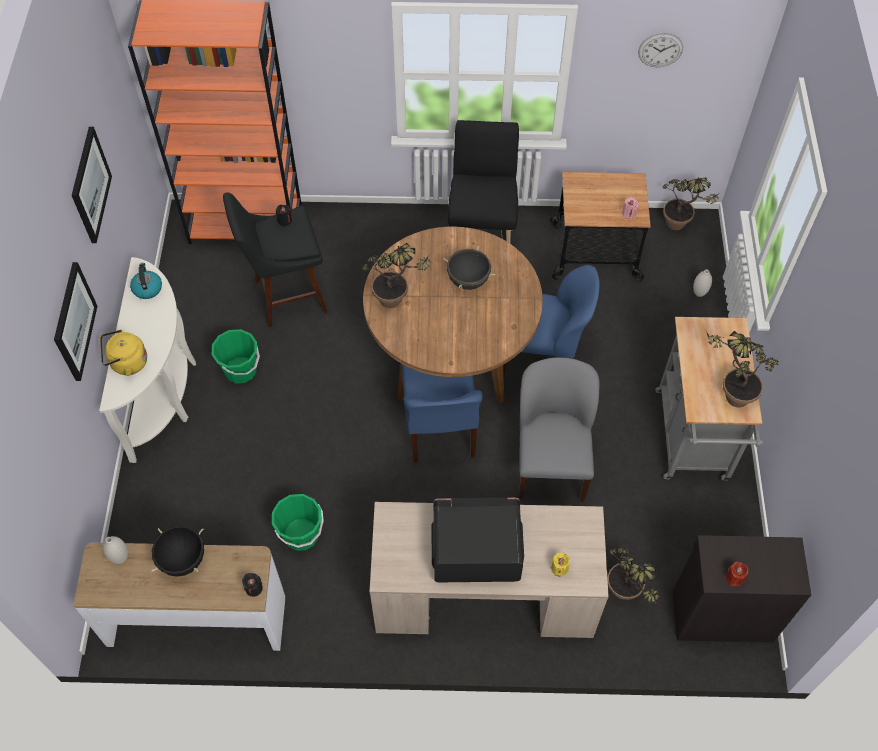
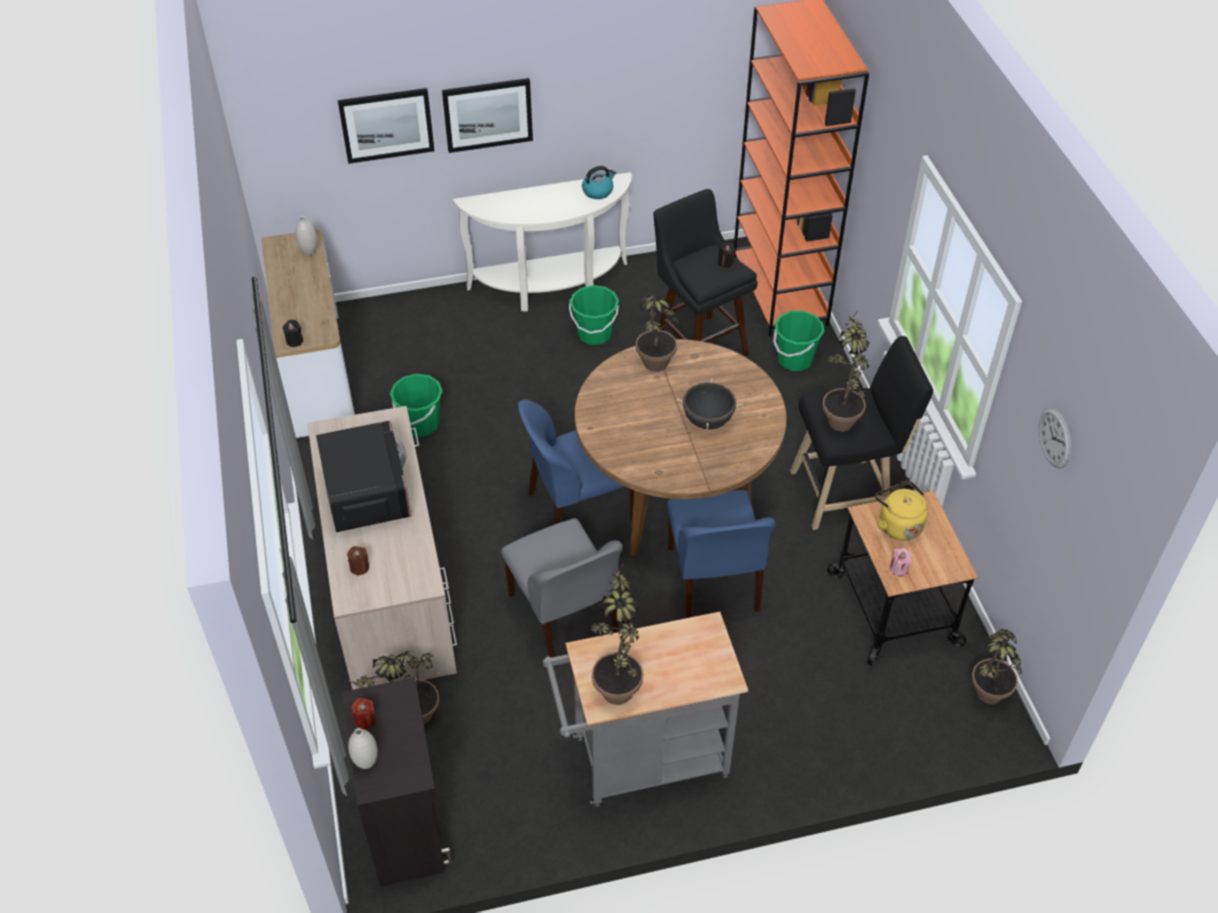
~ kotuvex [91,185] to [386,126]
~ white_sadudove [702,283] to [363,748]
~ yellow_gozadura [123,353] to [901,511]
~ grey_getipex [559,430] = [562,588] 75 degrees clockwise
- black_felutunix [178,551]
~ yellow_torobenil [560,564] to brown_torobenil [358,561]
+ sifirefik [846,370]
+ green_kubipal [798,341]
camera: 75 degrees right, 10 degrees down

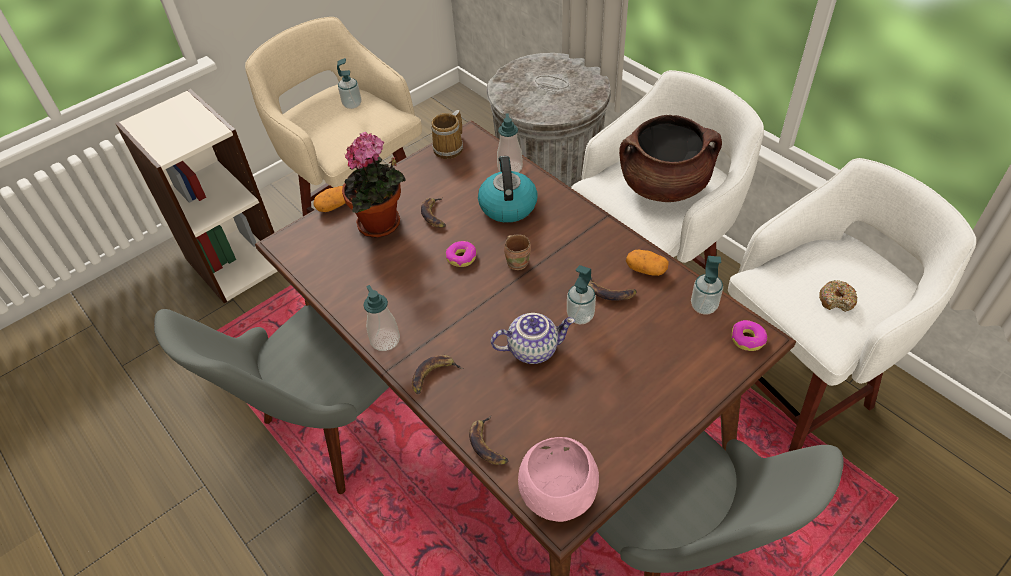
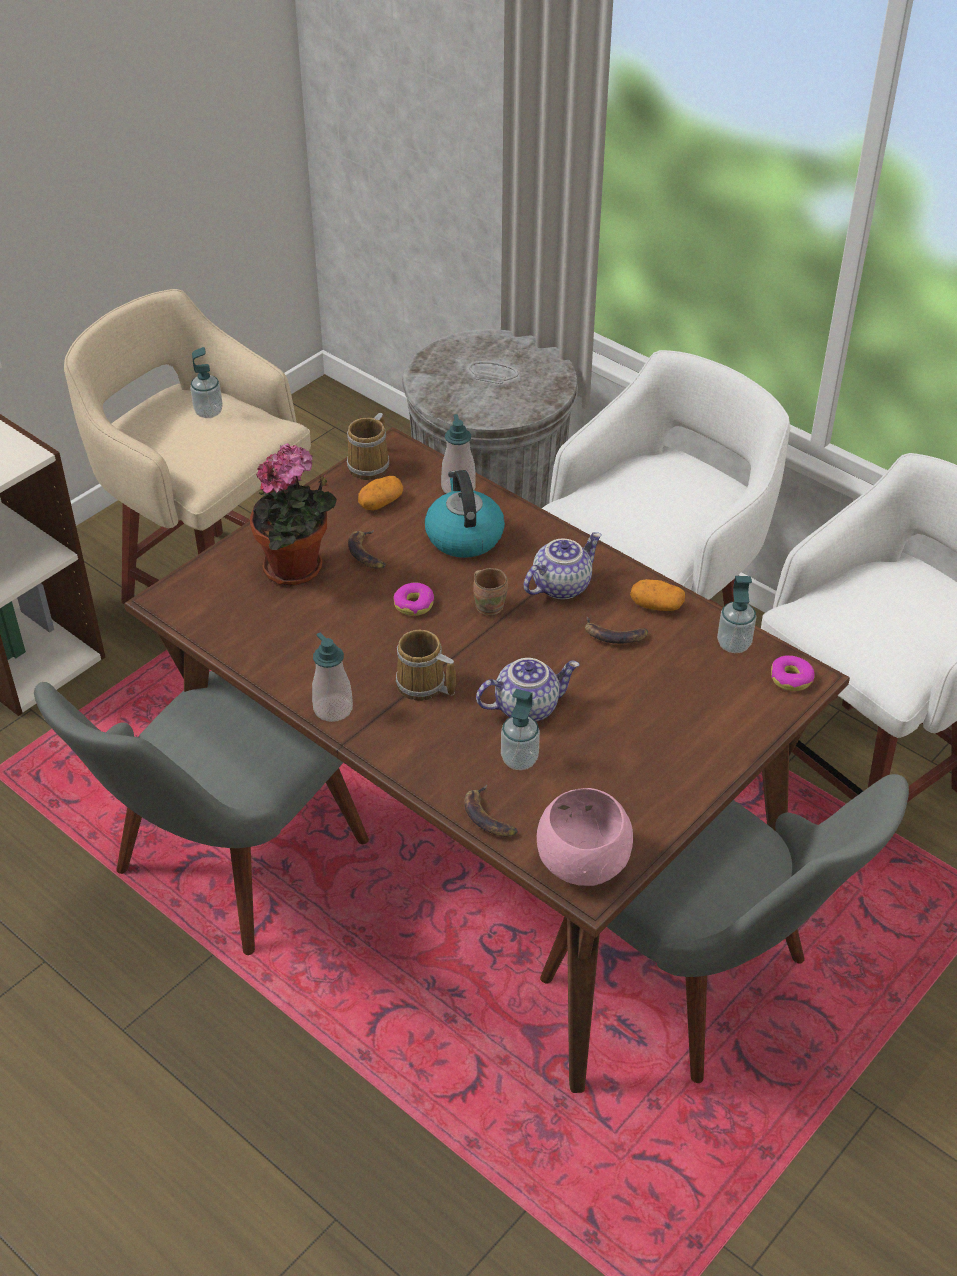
- brown_felutunix [670,158]
~ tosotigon [329,199] to [380,493]
~ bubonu [581,295] to [520,729]
- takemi [838,296]
- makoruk [438,374]
+ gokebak [563,565]
+ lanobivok [426,665]
camera: 10 degrees left, 5 degrees down

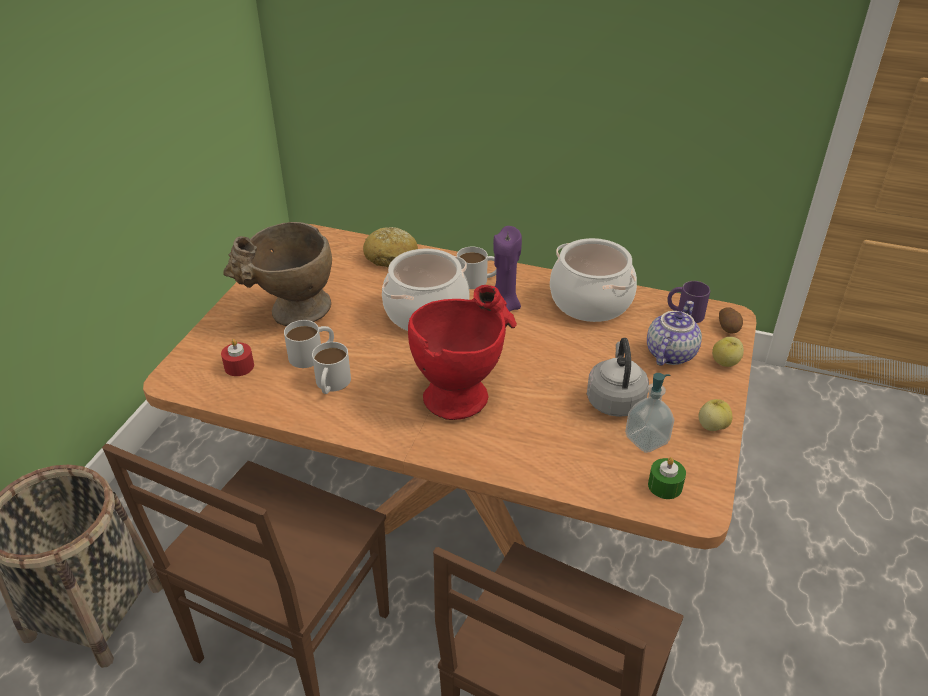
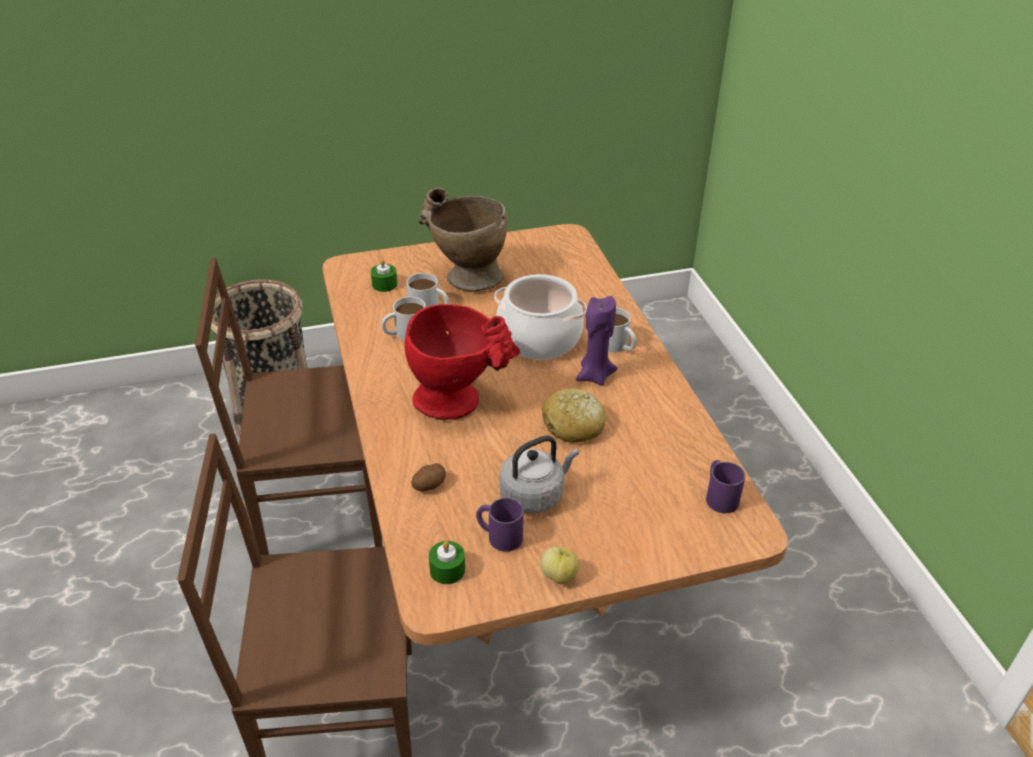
~ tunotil [390,247] to [574,415]
- felutunix [593,280]
- gokebak [674,333]
~ tosotigon [731,320] to [428,477]
- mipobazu [728,352]
~ red_torobenil [237,357] to green_torobenil [384,275]
~ bubonu [649,413] to purple_lanobivok [500,524]
camera: 55 degrees right, 0 degrees up

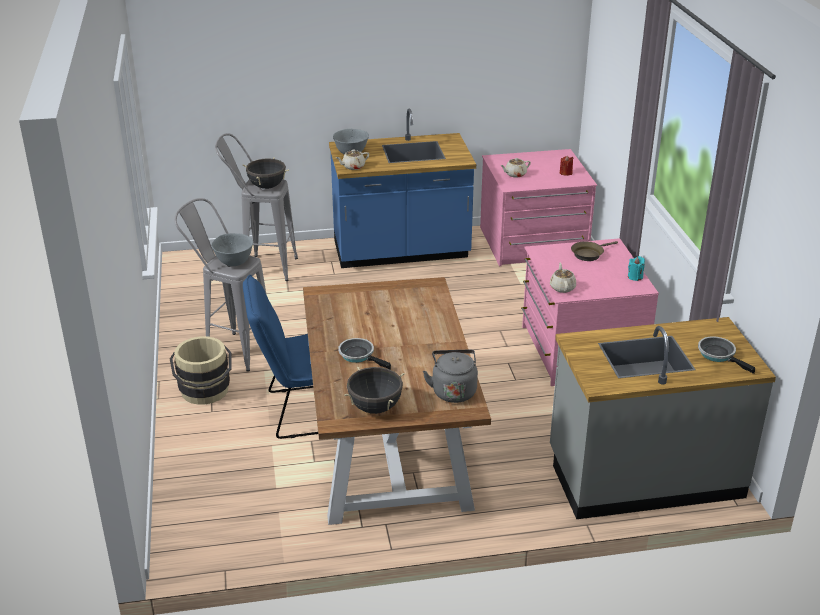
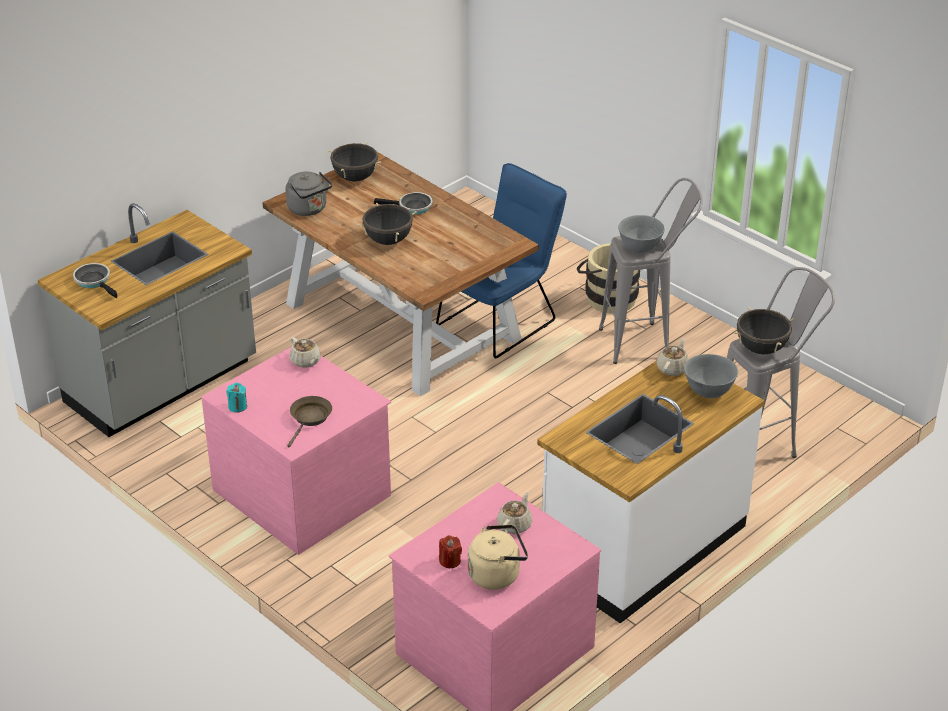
~ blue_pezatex [402,188] to white_pezatex [650,492]
~ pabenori [726,355] = [95,280] 150 degrees counterclockwise
+ black_felutunix [387,224]
+ beige_gozadura [498,557]
camera: 145 degrees right, 5 degrees up

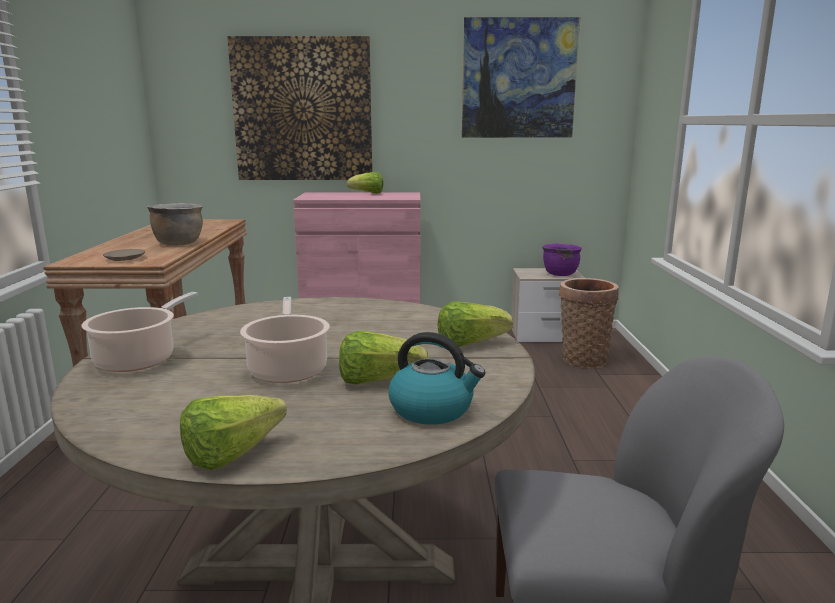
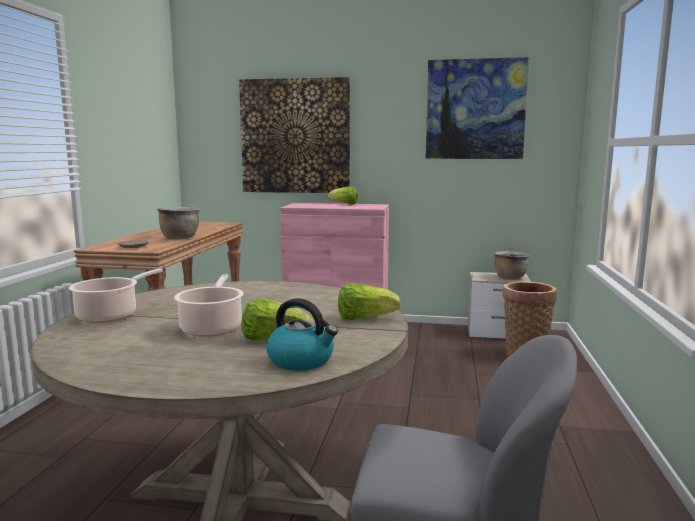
~ purple_felutunix [562,260] to brown_felutunix [512,265]
- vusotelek [233,432]
camera: 10 degrees right, 5 degrees down

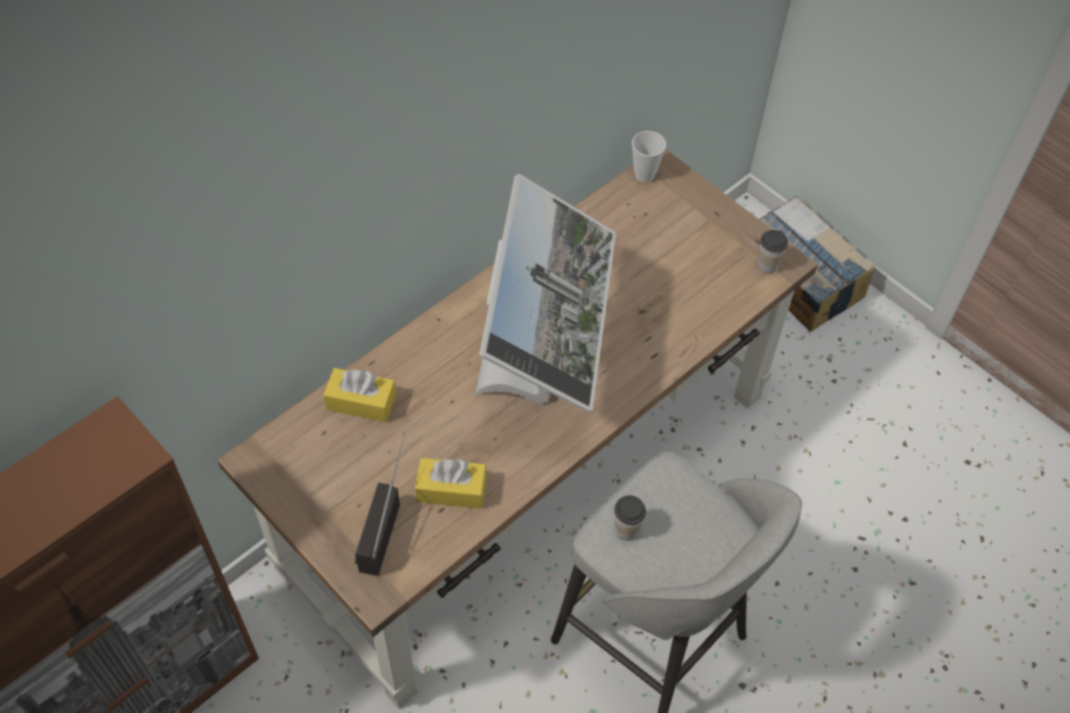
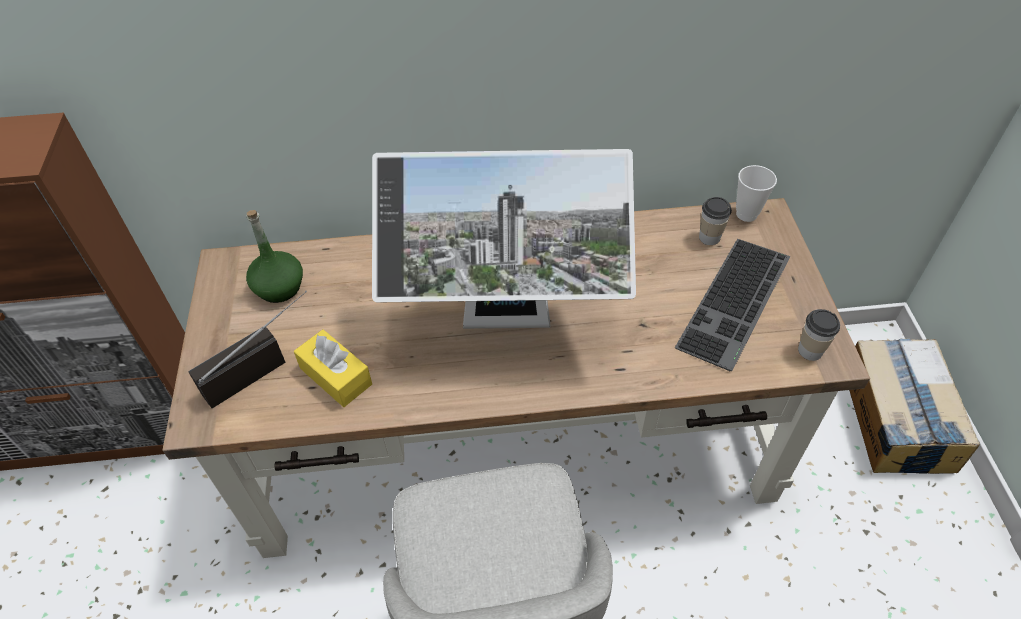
~ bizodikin [545,293] = [504,239] 45 degrees clockwise
- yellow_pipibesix [359,395]
~ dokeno [630,518] to [715,221]
+ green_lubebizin [274,256]
+ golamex [732,305]
camera: 40 degrees right, 5 degrees down

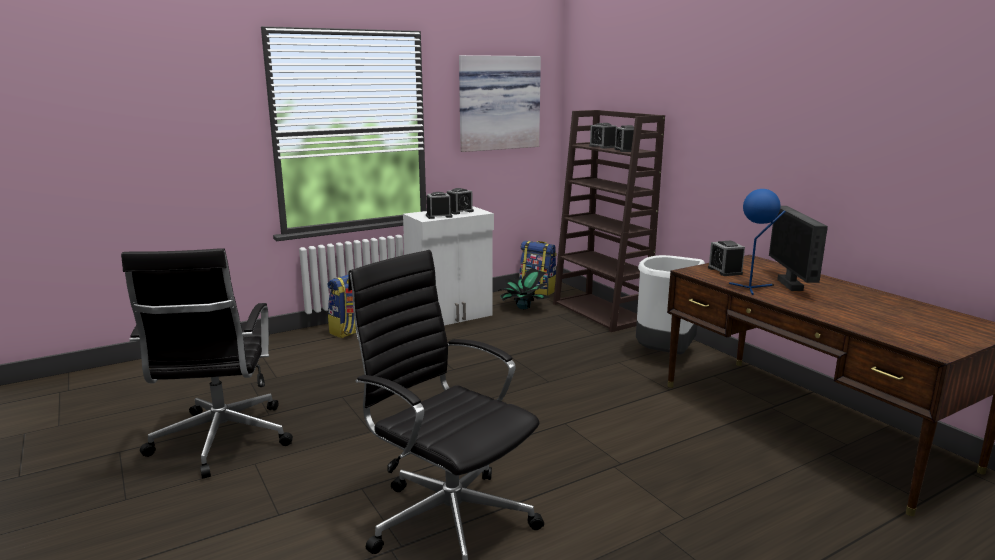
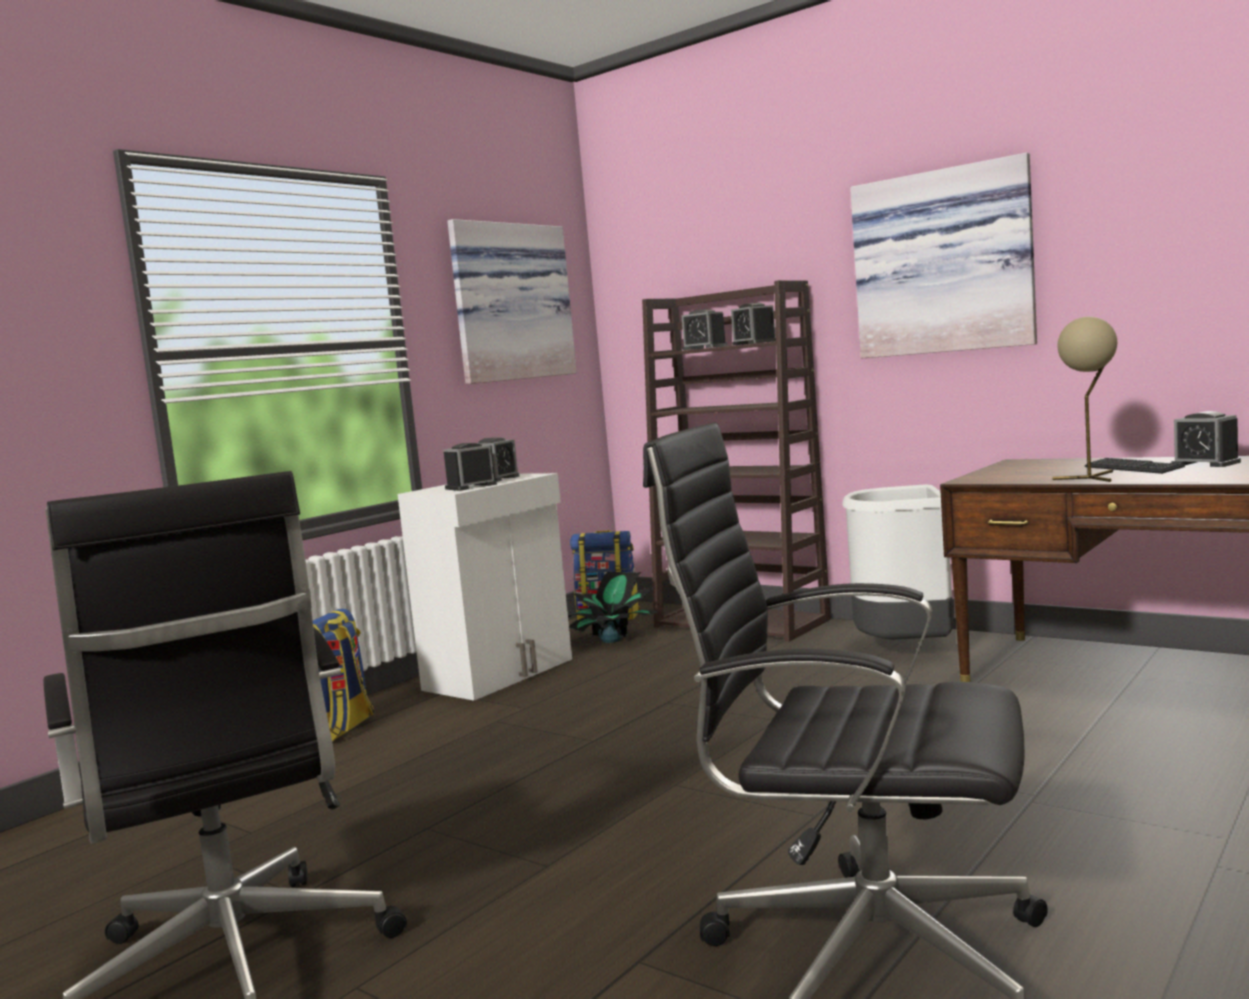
~ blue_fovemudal [757,242] to beige_fovemudal [1085,399]
~ bizodikin [798,248] to golamex [1135,466]
~ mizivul [726,258] to [1206,439]
+ kotuvex [943,255]
camera: 20 degrees left, 10 degrees down

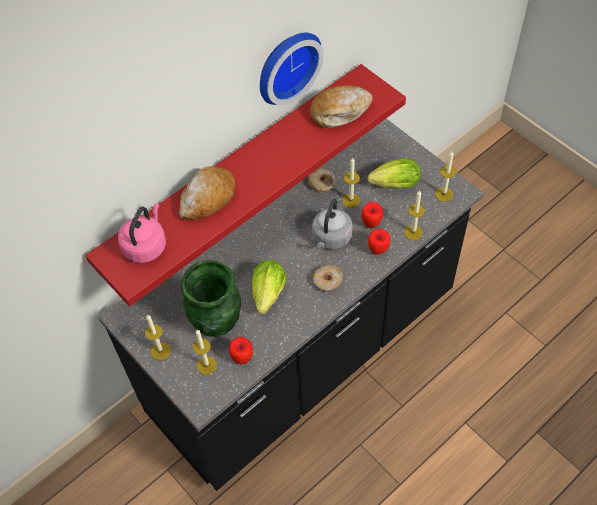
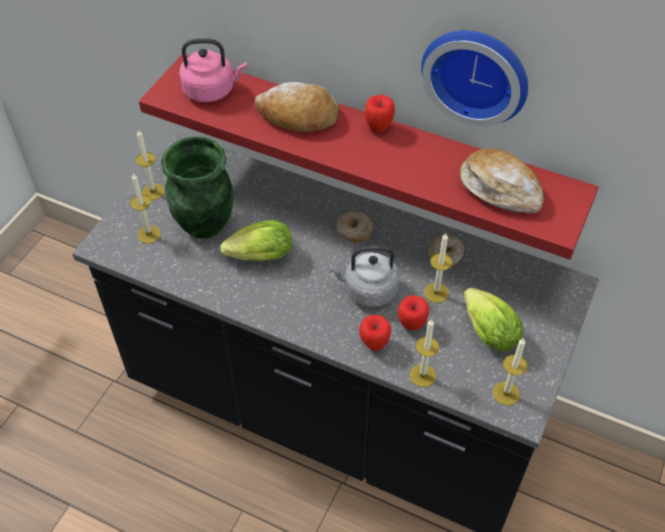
~ takemi [328,278] to [354,227]
~ mipobazu [241,350] to [380,113]
camera: 65 degrees right, 5 degrees down

